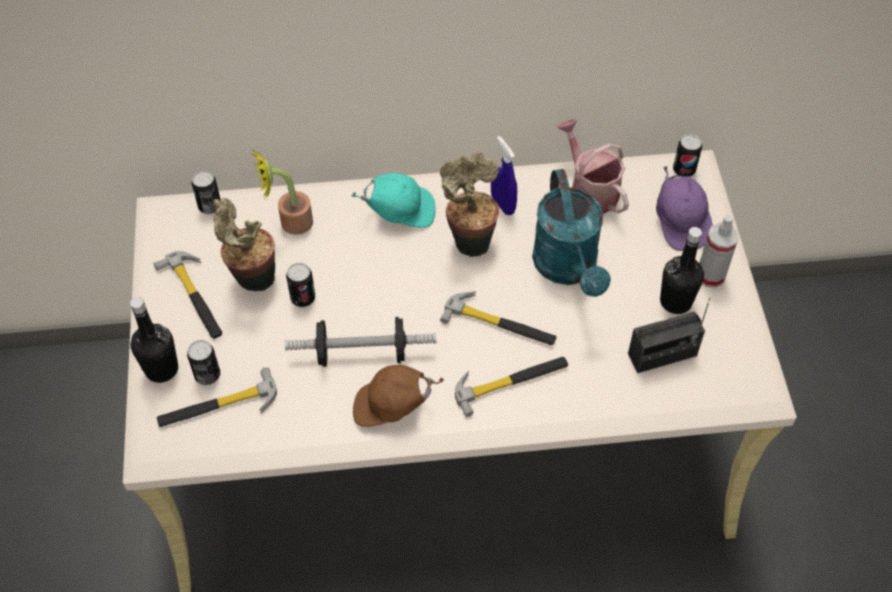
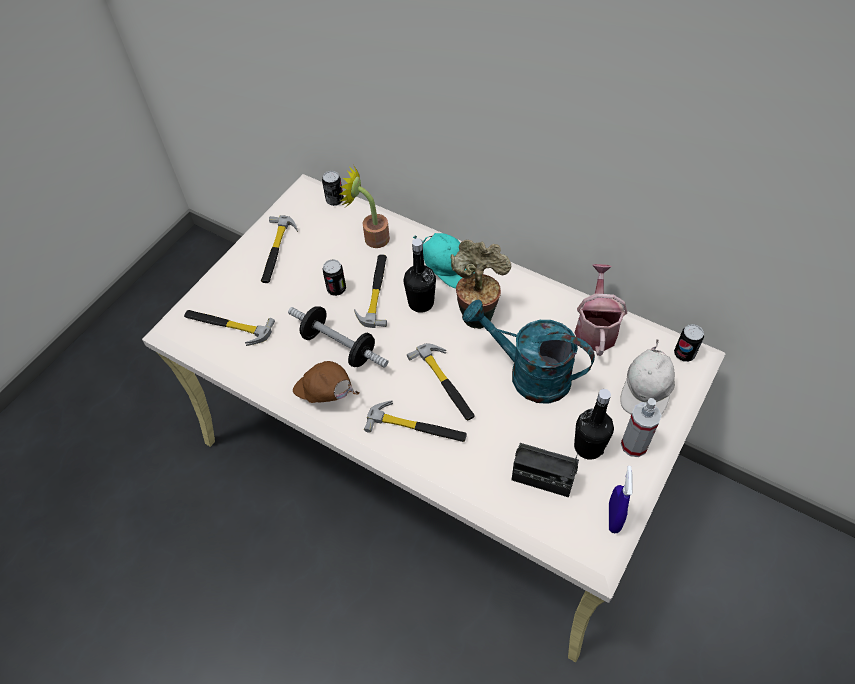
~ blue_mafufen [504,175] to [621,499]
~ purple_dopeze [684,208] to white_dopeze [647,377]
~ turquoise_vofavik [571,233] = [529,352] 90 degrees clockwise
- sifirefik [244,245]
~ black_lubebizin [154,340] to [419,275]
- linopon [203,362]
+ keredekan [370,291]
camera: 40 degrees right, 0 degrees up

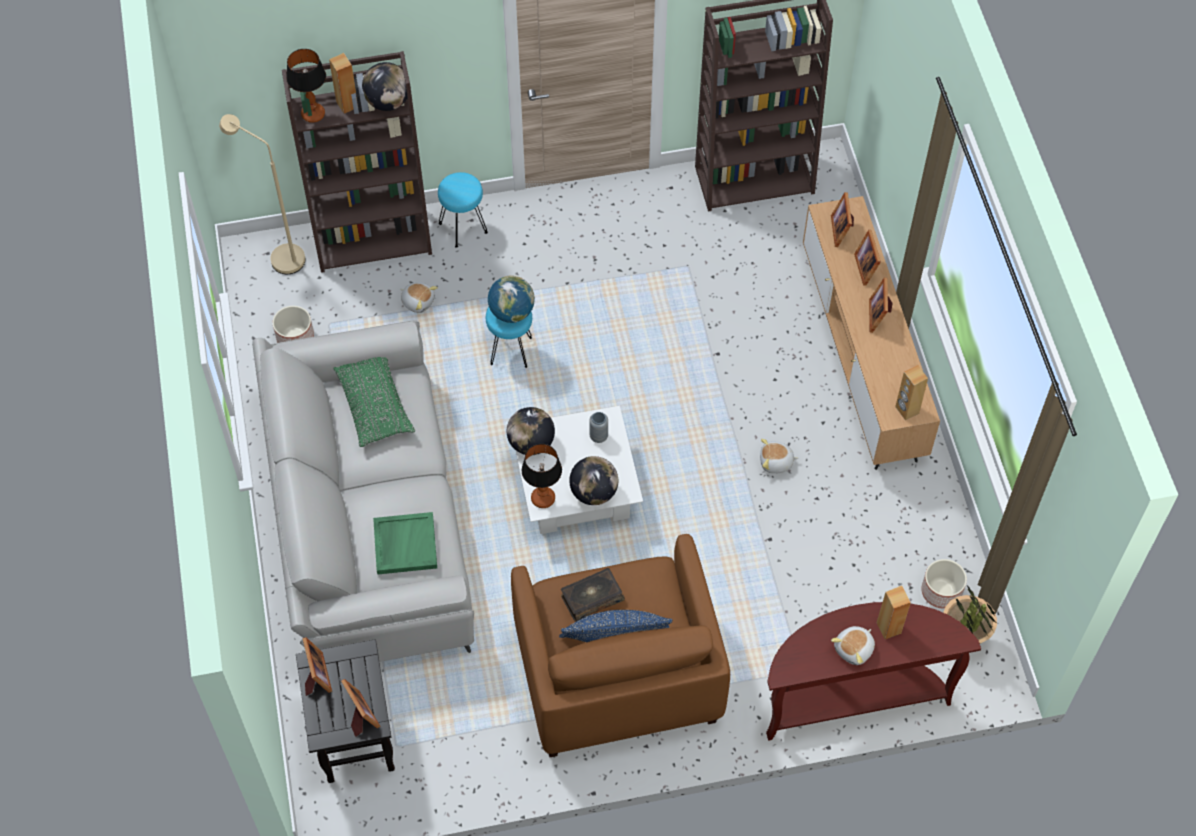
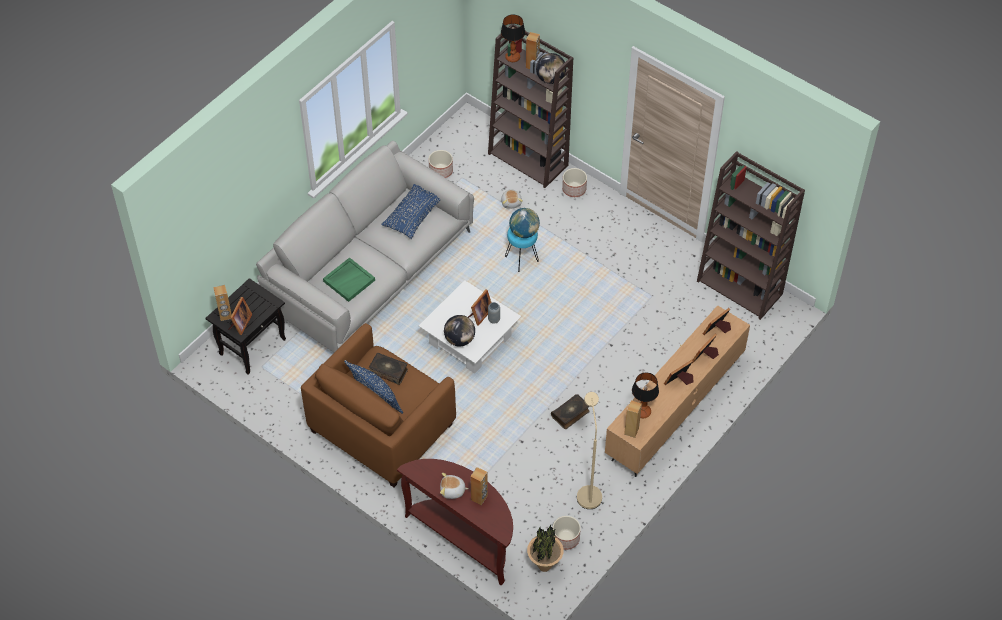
~ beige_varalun [262,194] to [589,450]
~ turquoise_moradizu [463,210] to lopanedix [574,182]
~ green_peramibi [374,402] to blue_peramibi [410,211]
- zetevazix [531,431]
~ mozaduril [779,456] to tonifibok [570,411]
~ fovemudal [542,476] to [645,395]
~ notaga [317,666] to [480,307]
+ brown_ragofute [222,303]
camera: 50 degrees right, 5 degrees down

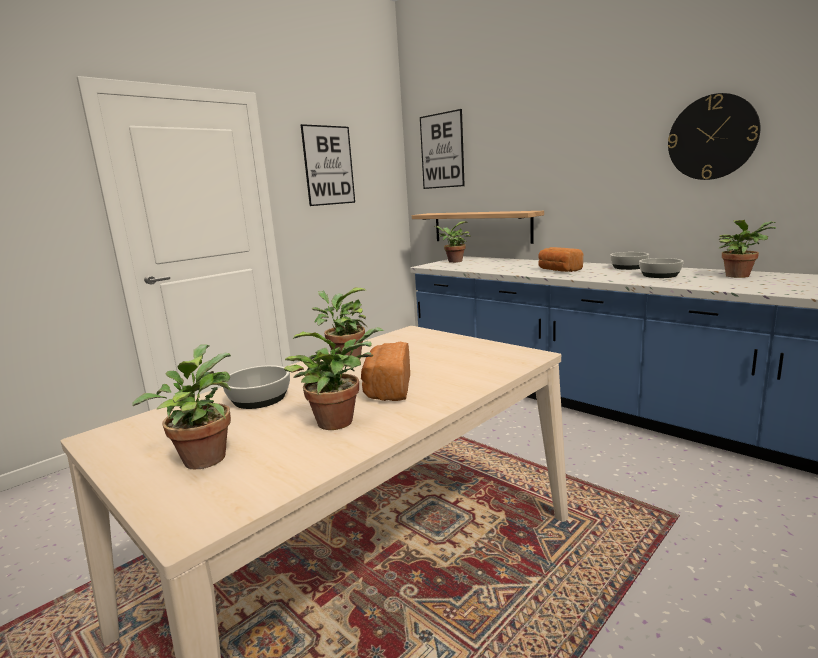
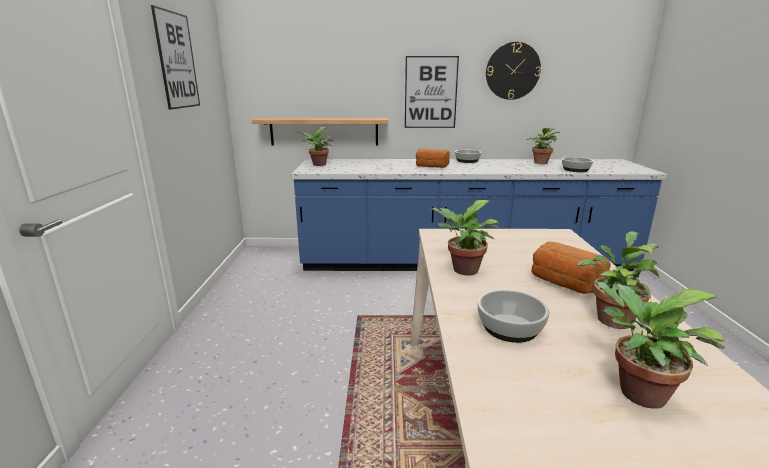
~ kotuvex [442,149] to [432,92]
~ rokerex [661,268] to [577,164]
camera: 45 degrees left, 5 degrees up

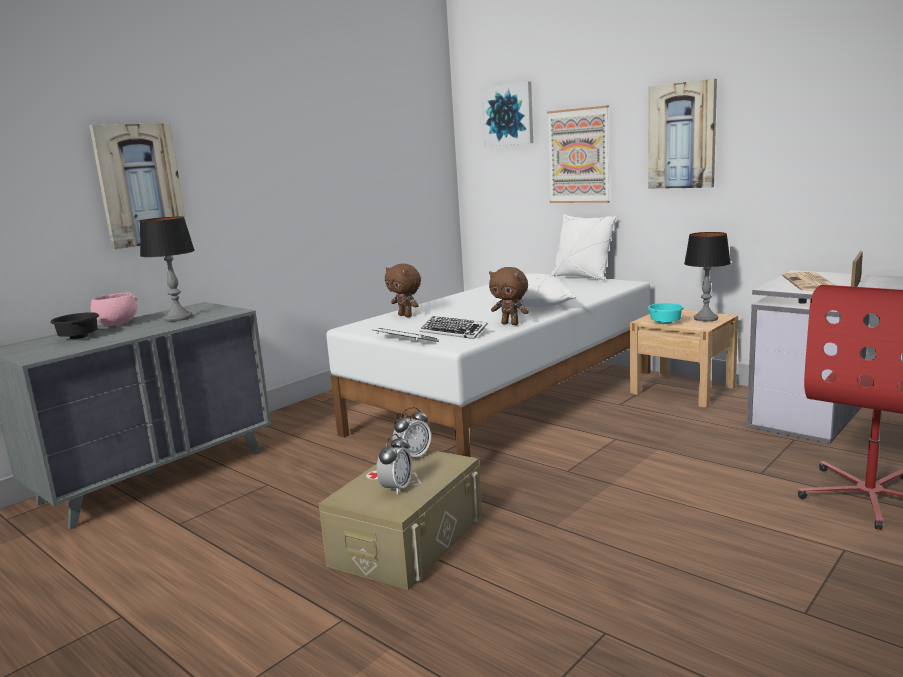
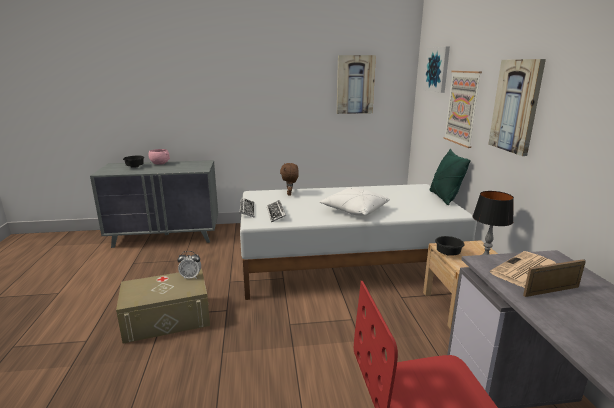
~ kotuvex [137,186] to [356,84]
~ white_peramibi [583,247] to green_peramibi [450,177]
- fovemudal [167,268]
- brown_mozaduril [509,296]
~ turquoise_rokerex [666,313] to black_rokerex [449,246]
- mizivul [394,464]
camera: 40 degrees right, 5 degrees up

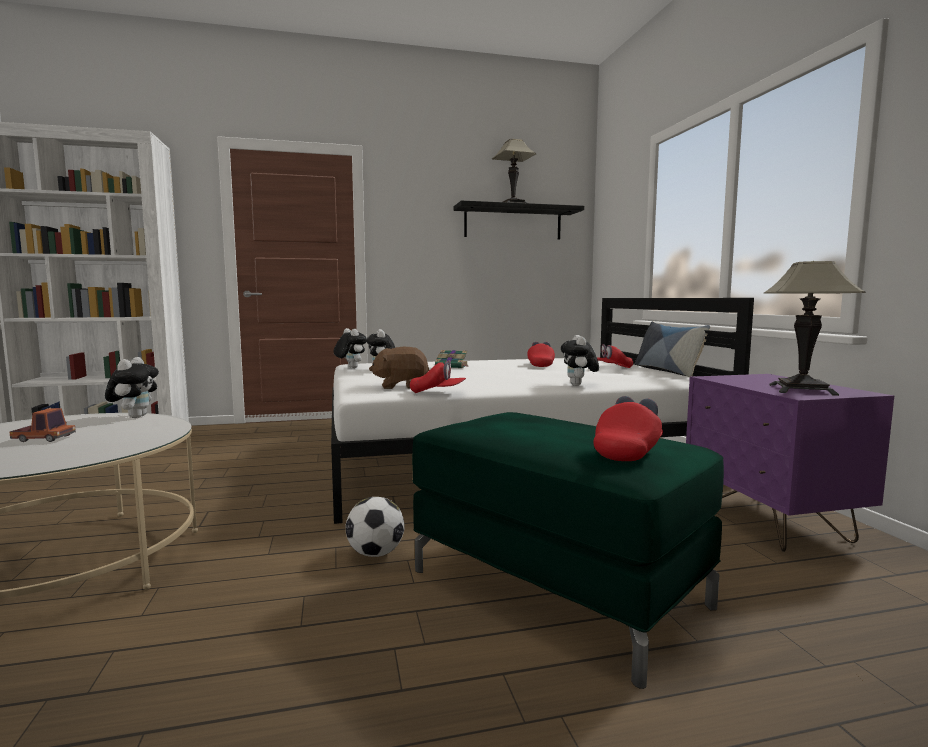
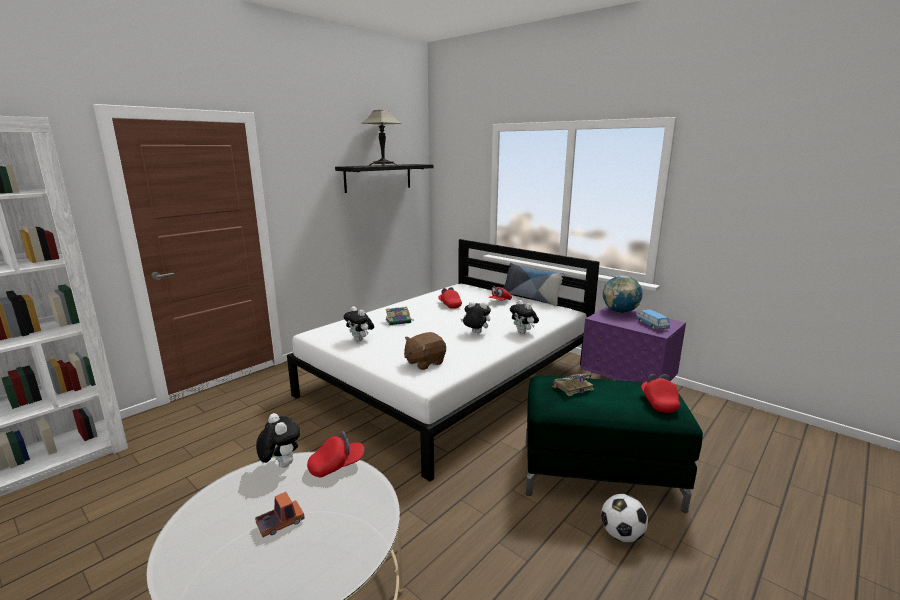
~ fovemudal [815,328] to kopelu [653,319]
~ mozaduril [350,348] to [476,317]
~ red_dopeze [438,376] to [335,454]
~ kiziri [375,527] to [624,518]
+ zetevazix [622,294]
+ tonifibok [572,384]
camera: 35 degrees left, 10 degrees up

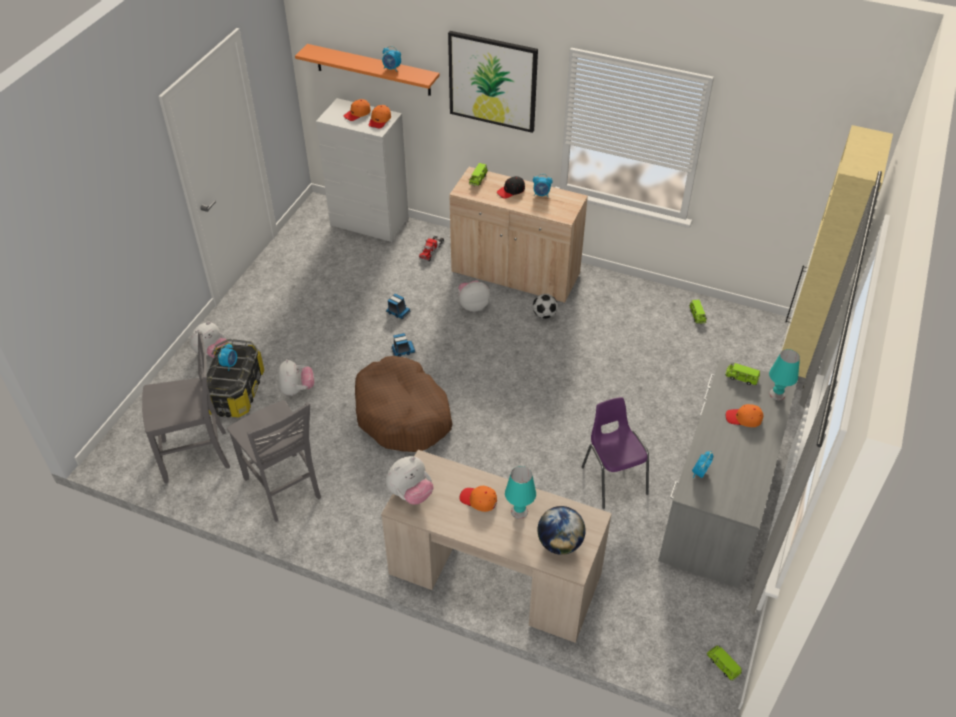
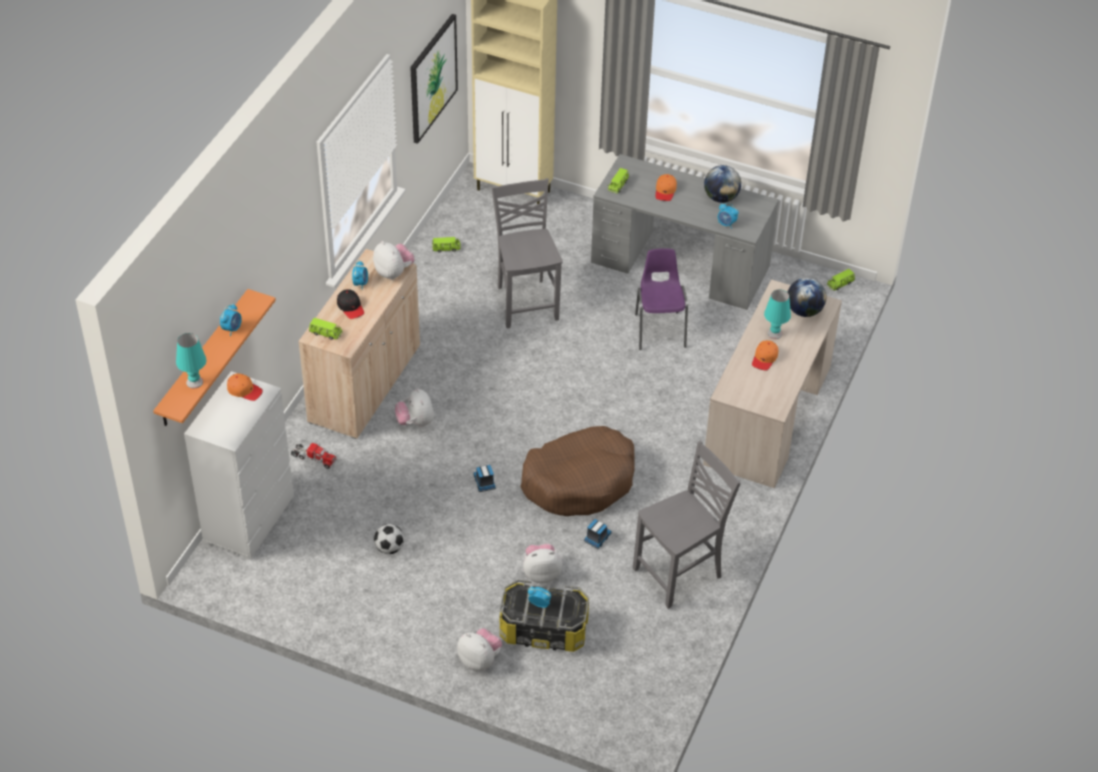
~ kotuvex [493,82] to [434,79]
- orange_dopeze [357,110]
~ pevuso [398,306] to [598,534]
~ kiziri [545,306] to [389,539]
~ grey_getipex [186,407] to [527,253]
~ turquoise_fovemudal [784,374] to [191,360]
~ purple_getipex [615,453] = [661,299] 105 degrees clockwise
~ mozaduril [410,480] to [393,260]
+ zetevazix [722,184]
camera: 90 degrees left, 0 degrees up

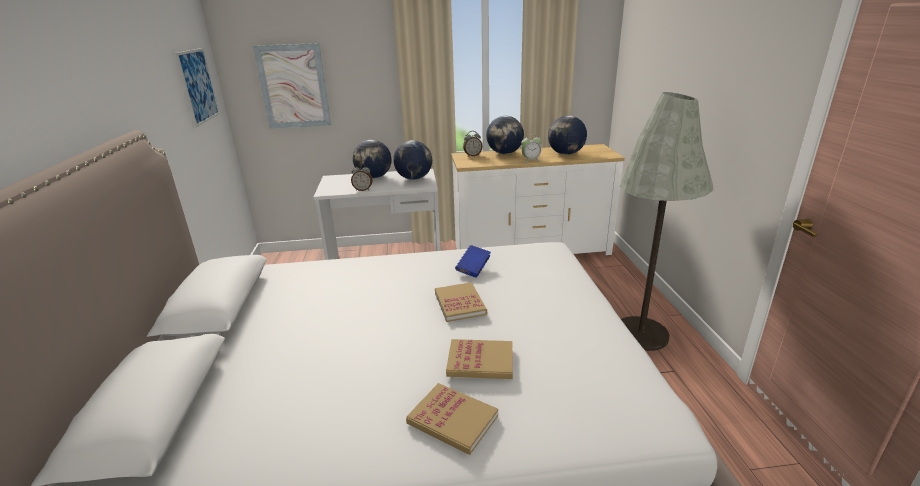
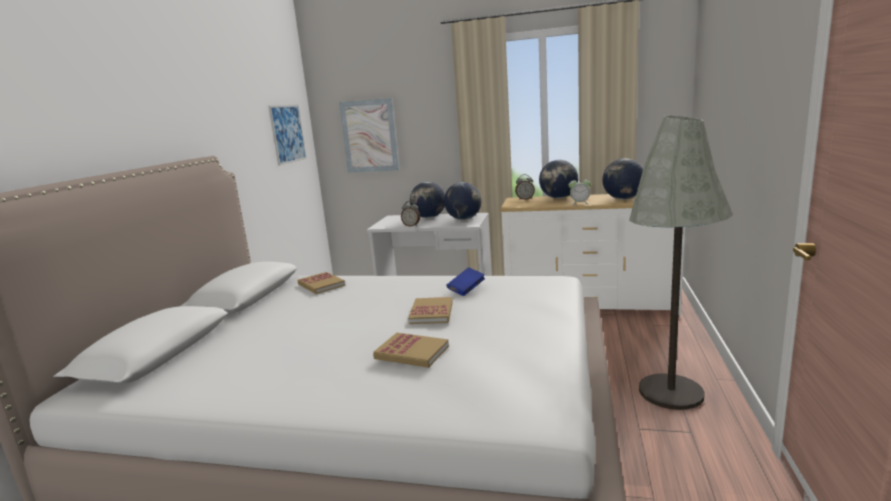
~ tonifibok [452,419] to [321,283]
camera: 20 degrees right, 10 degrees down

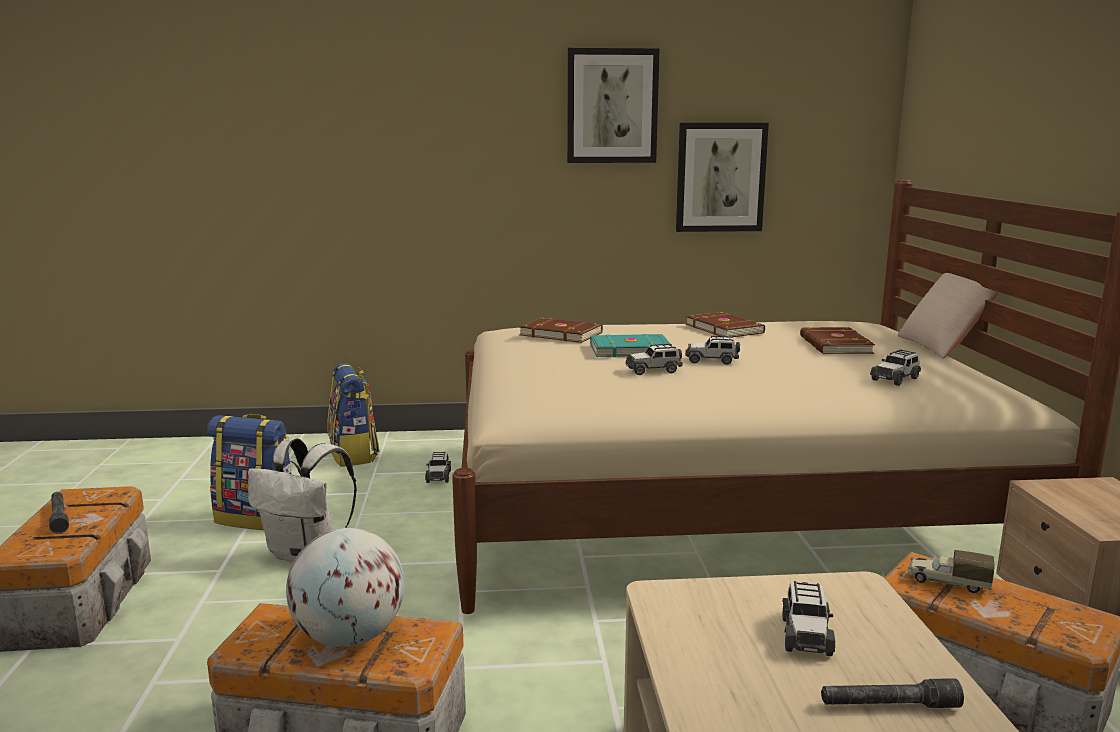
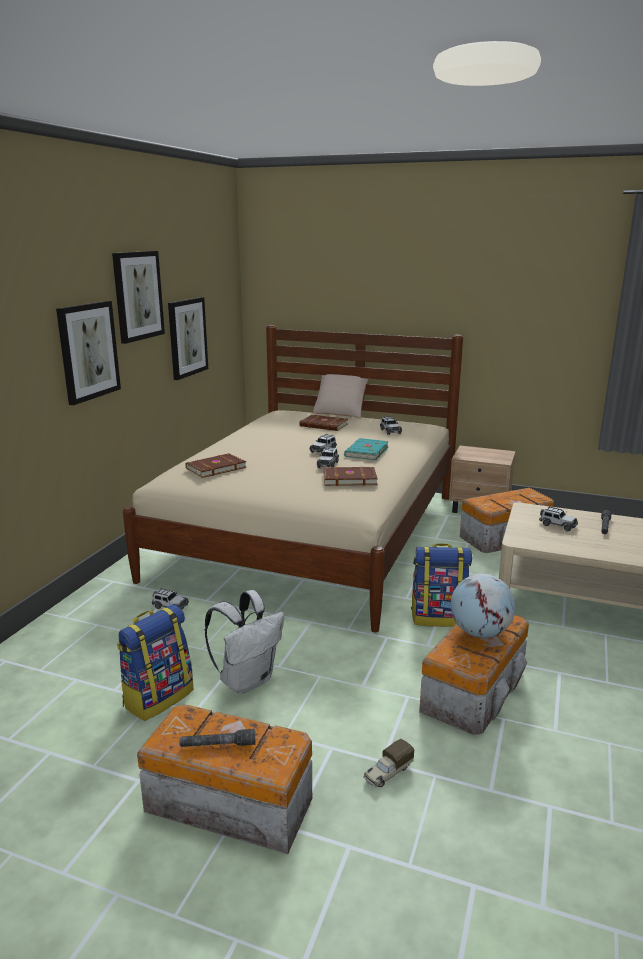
~ brown_tonifibok [725,324] to [350,476]
~ turquoise_tonifibok [630,345] to [366,449]
~ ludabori [353,415] to [441,585]
~ pevuso [951,571] to [389,763]
+ kotuvex [88,353]
camera: 65 degrees left, 5 degrees up

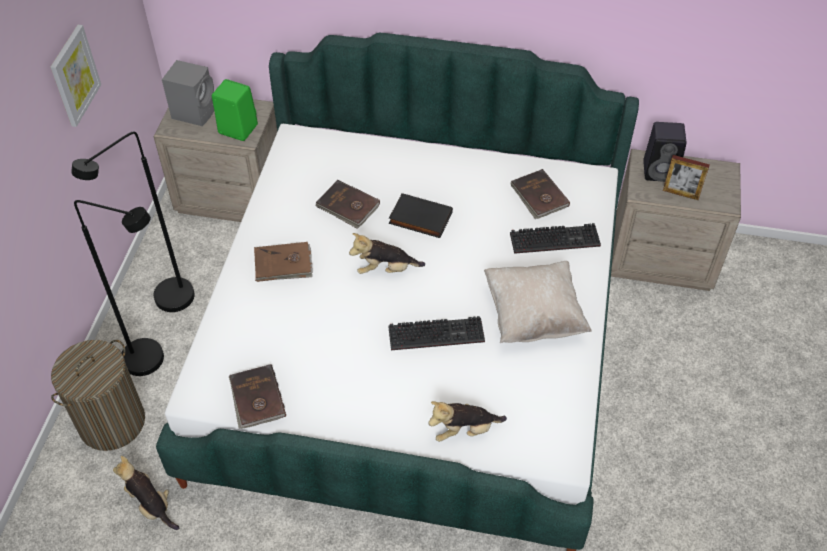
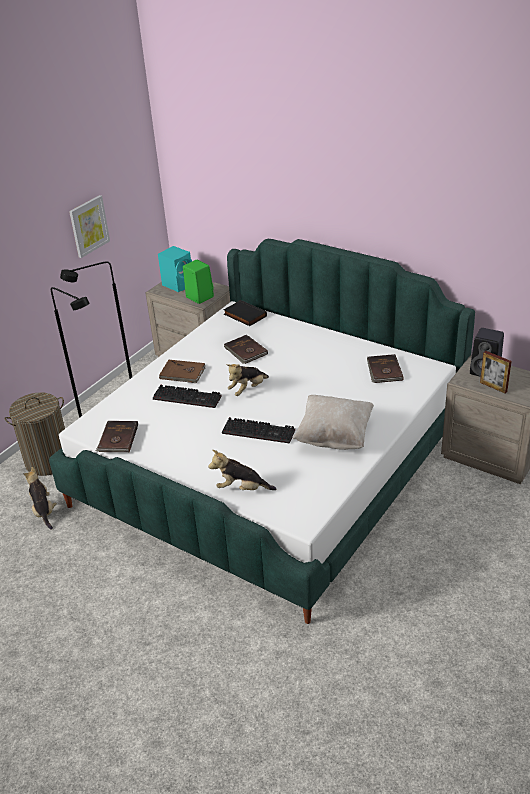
~ grey_ragofute [188,93] to turquoise_ragofute [175,269]
~ black_tonifibok [421,215] to [245,313]
~ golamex [555,238] to [187,396]
~ mozaduril [387,253] = [247,380] 60 degrees counterclockwise
camera: 25 degrees right, 15 degrees down

